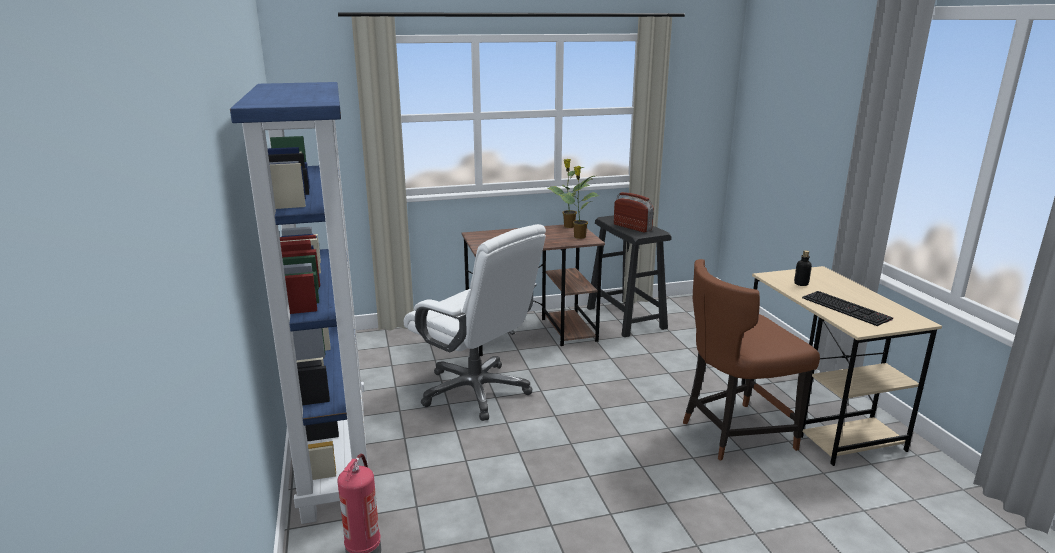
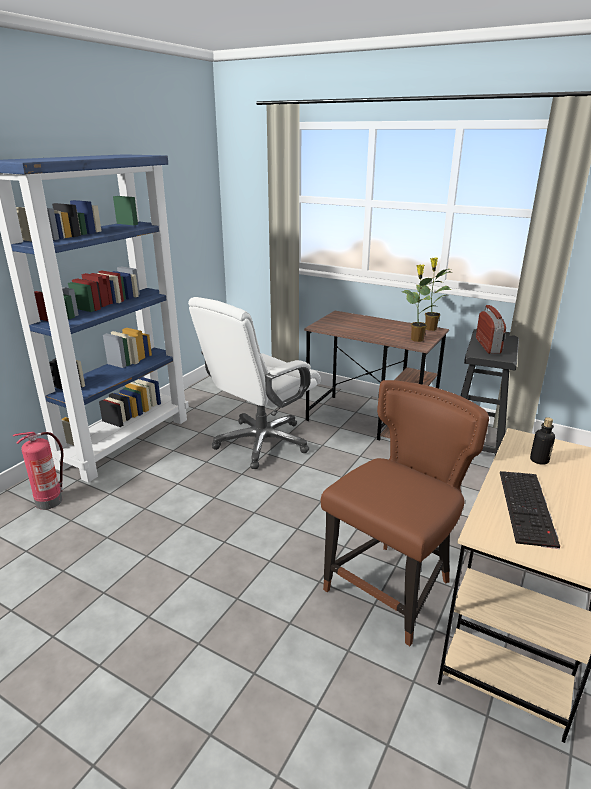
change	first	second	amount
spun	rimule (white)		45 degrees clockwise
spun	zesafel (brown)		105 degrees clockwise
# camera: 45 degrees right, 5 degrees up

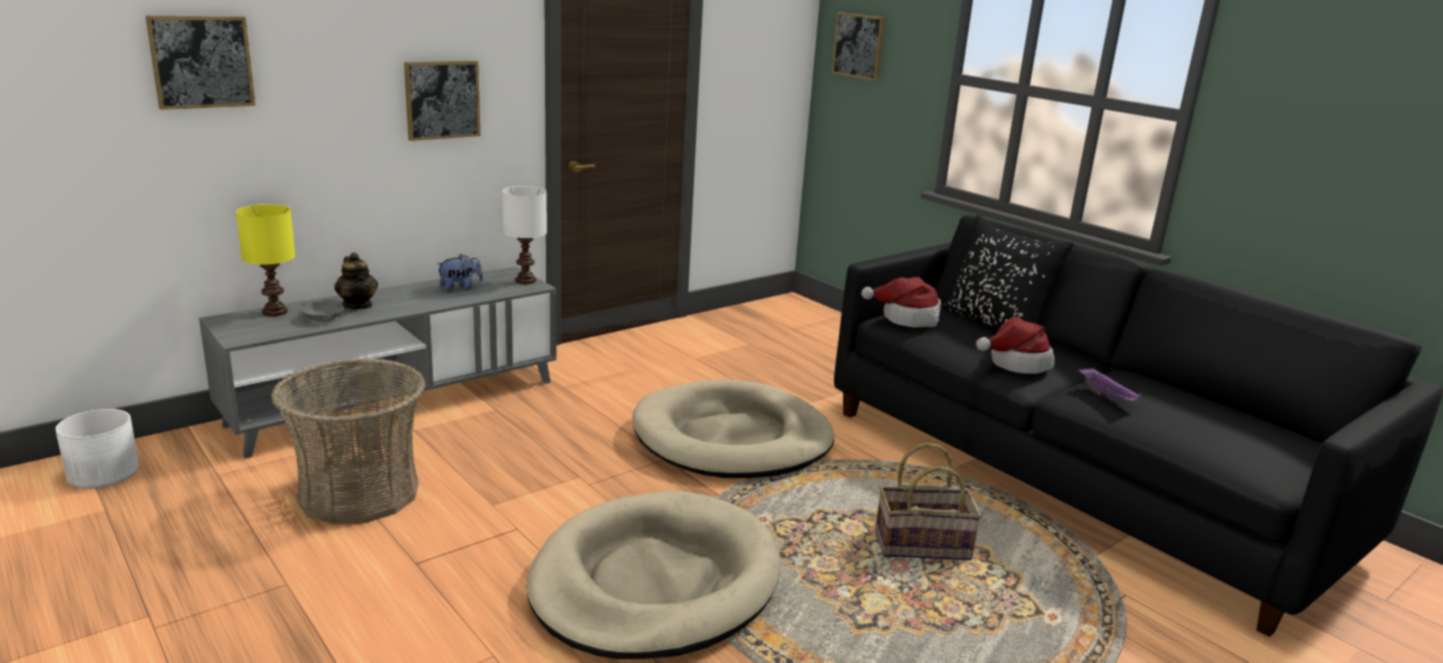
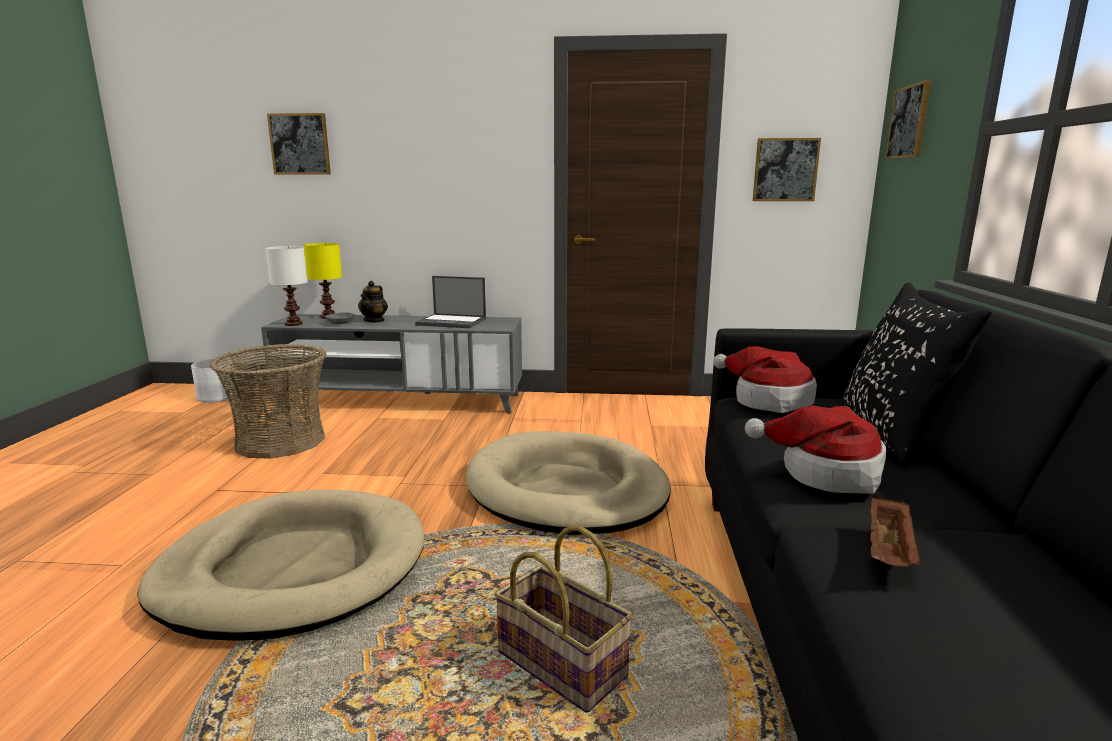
change	first	second	amount
relocated	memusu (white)		
exchanged	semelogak	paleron	
relocated	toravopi (no. 2 from left)		
colour	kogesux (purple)	kogesux (brown)	
# camera: 45 degrees right, 5 degrees down

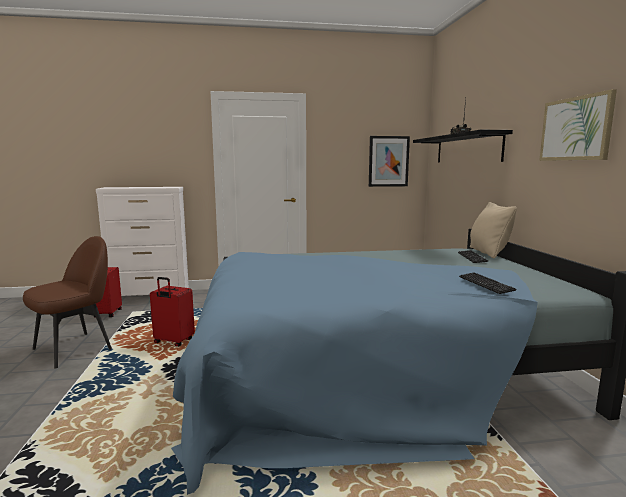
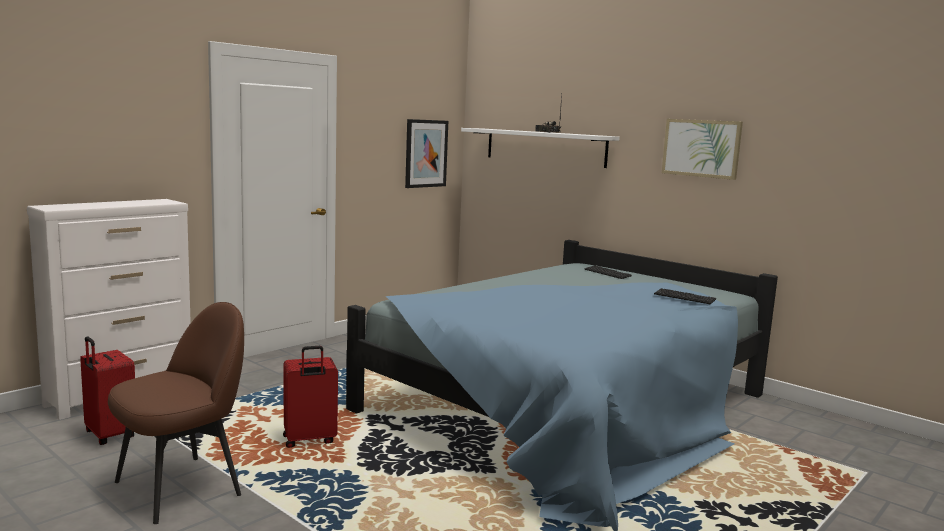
change	first	second	amount
spun	zesafel (brown)		45 degrees clockwise
colour	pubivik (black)	pubivik (white)	
missing	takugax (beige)		
# camera: 40 degrees left, 0 degrees up

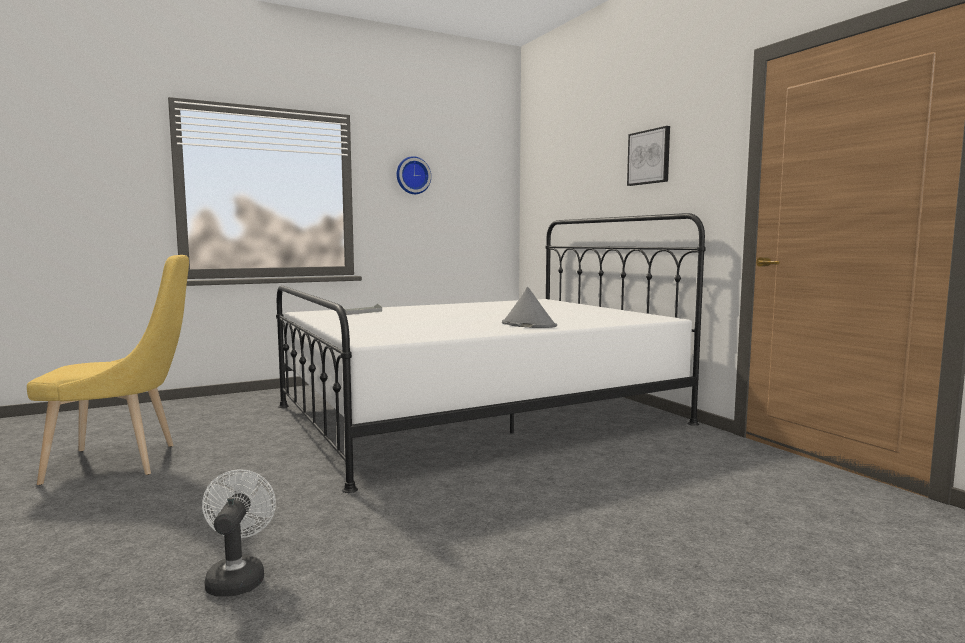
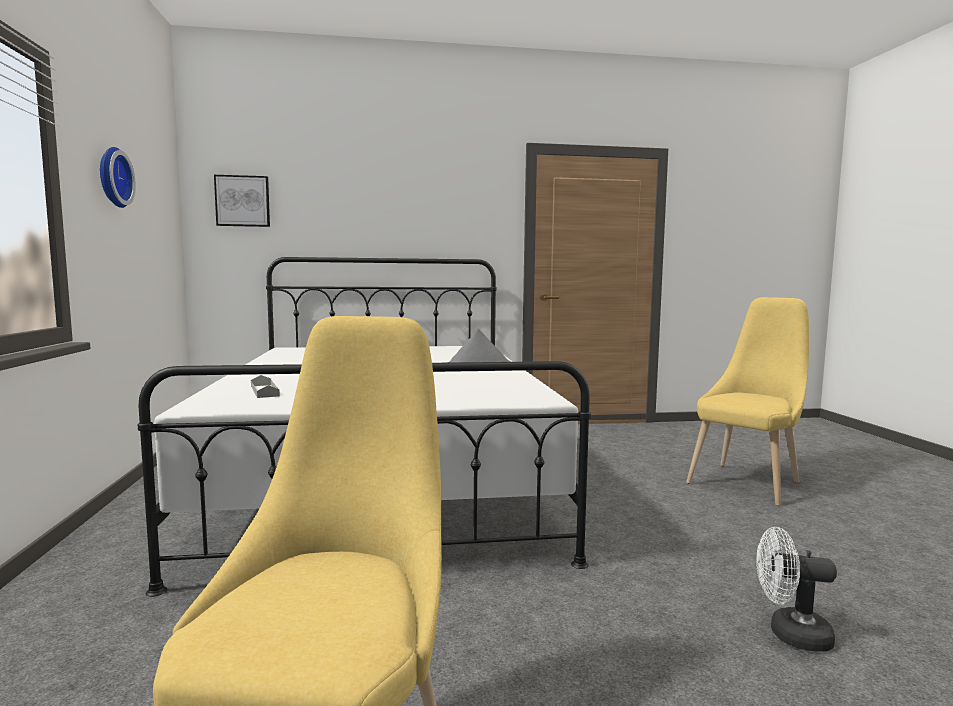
change	first	second	amount
relocated	toravopi		
appeared		zesafel (yellow) (no. 2 from left)	
# camera: 70 degrees left, 0 degrees up

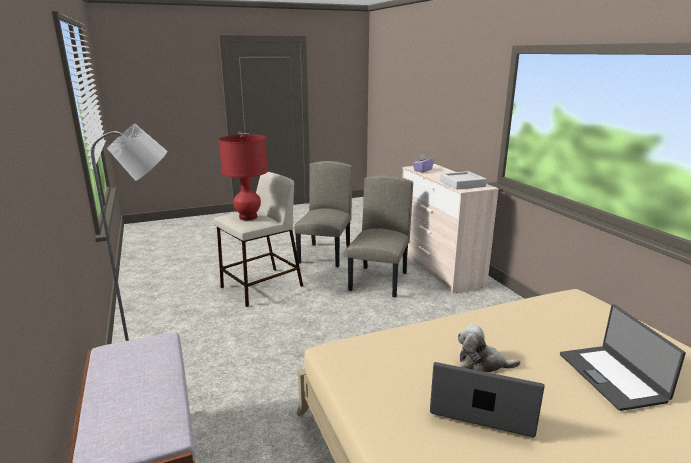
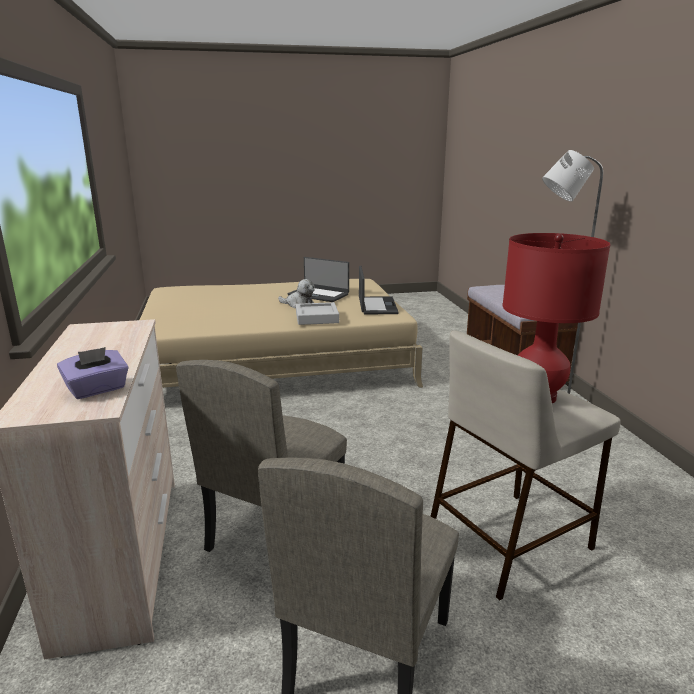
change	first	second	amount
relocated	kogesux (grey)		
relocated	paleron (no. 2 from left)		
# camera: 170 degrees left, 0 degrees up

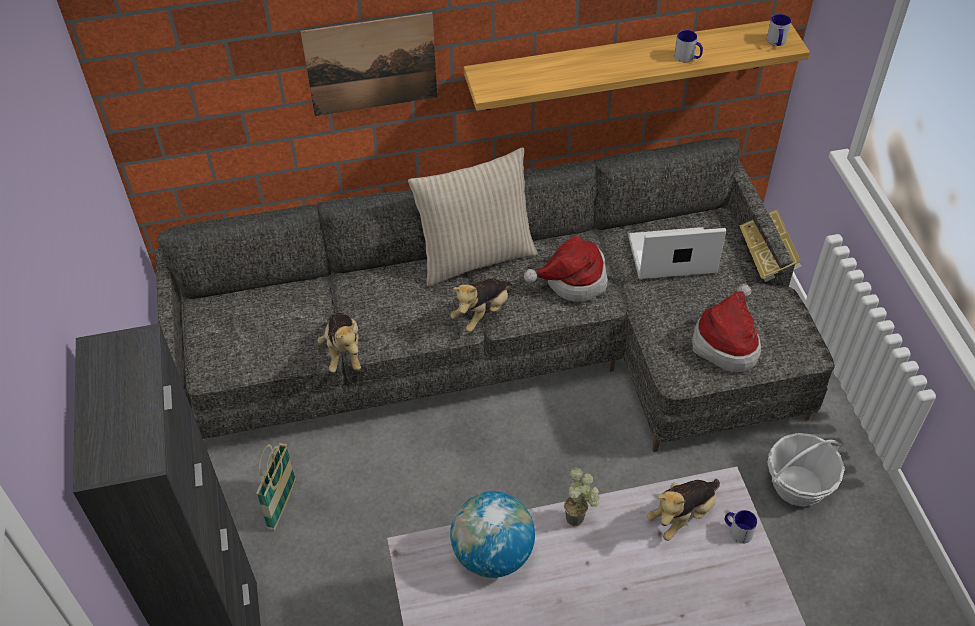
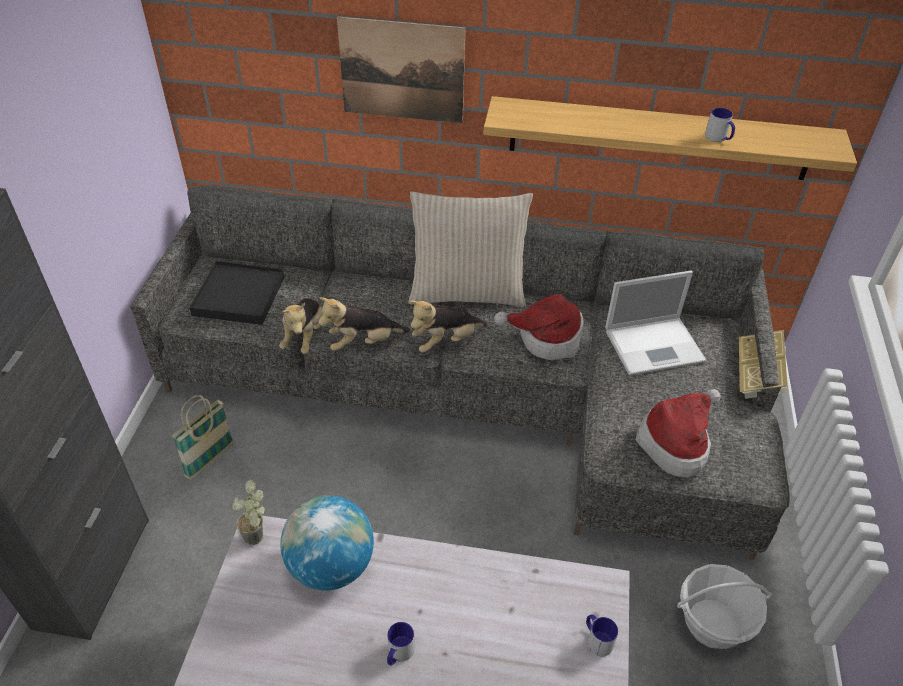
change	first	second	amount
appeared		kogesux (black)	
relocated	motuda		
relocated	semelogak (no. 3 from left in the first image)	semelogak (no. 2 from left)	
relocated	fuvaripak (no. 3 from left in the first image)	fuvaripak (no. 1 from left)	
spun	paleron		150 degrees clockwise
# camera: 20 degrees right, 5 degrees down

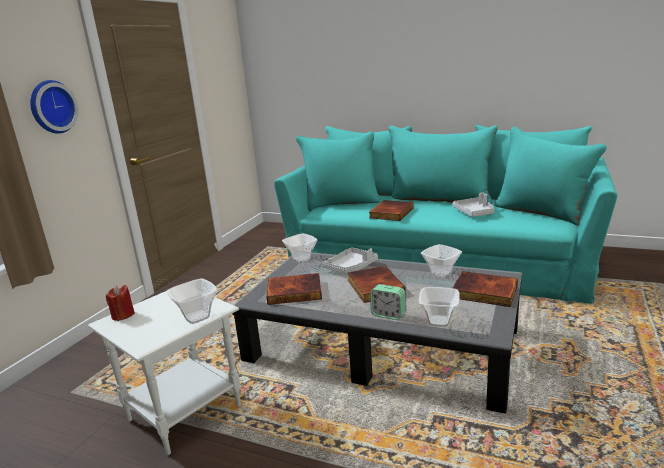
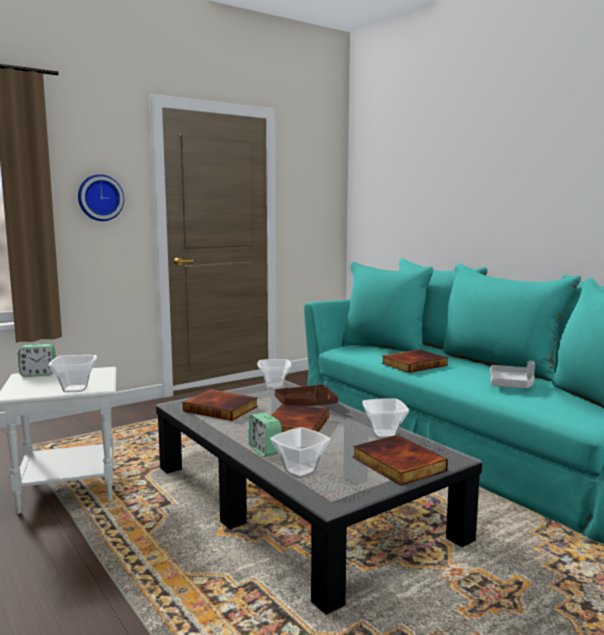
change	first	second	amount
exchanged	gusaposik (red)	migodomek (no. 1 from left)	
colour	kogesux (grey) (no. 1 from left)	kogesux (brown)	
# camera: 30 degrees right, 10 degrees down

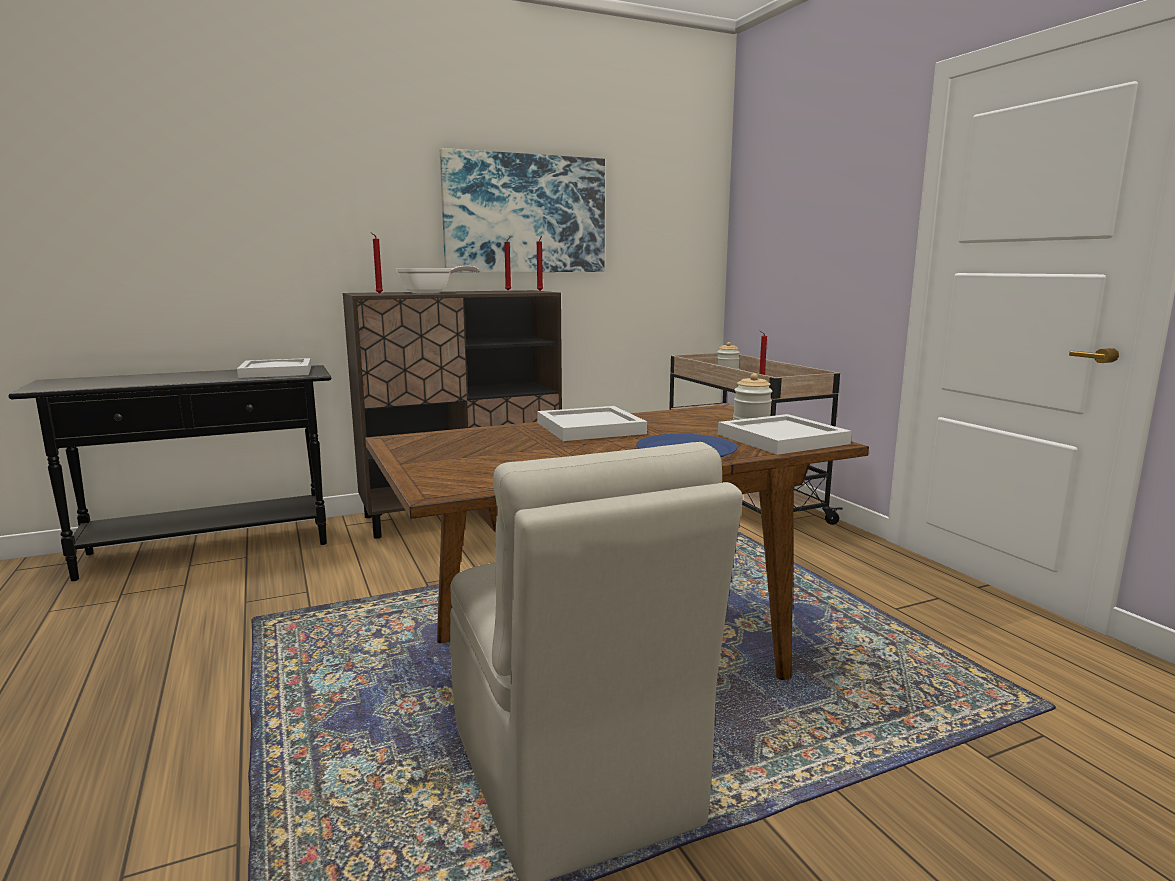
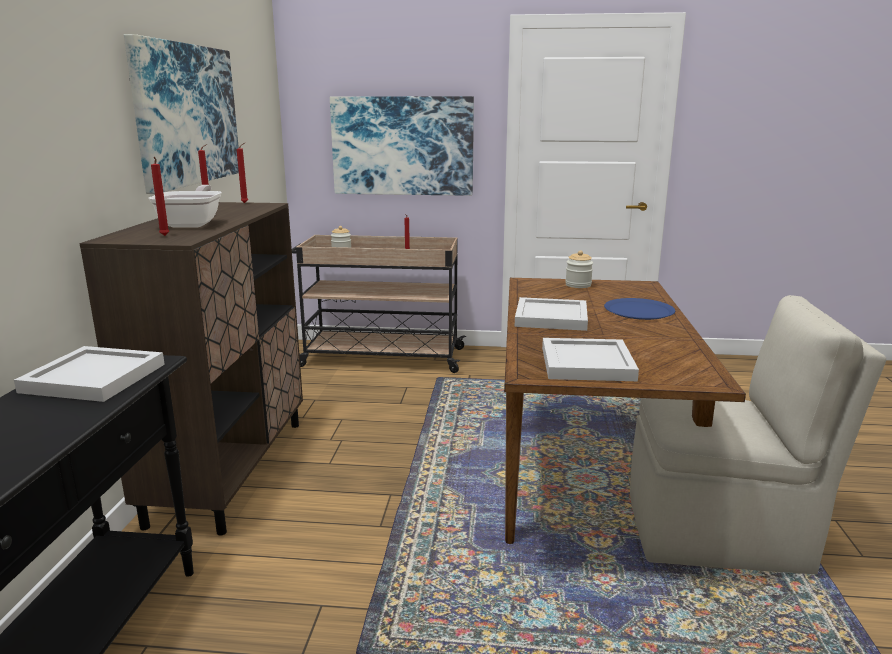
change	first	second	amount
appeared		toravopi (no. 2 from left)	
relocated	kogesux (white) (no. 3 from left)		
# camera: 60 degrees left, 5 degrees up

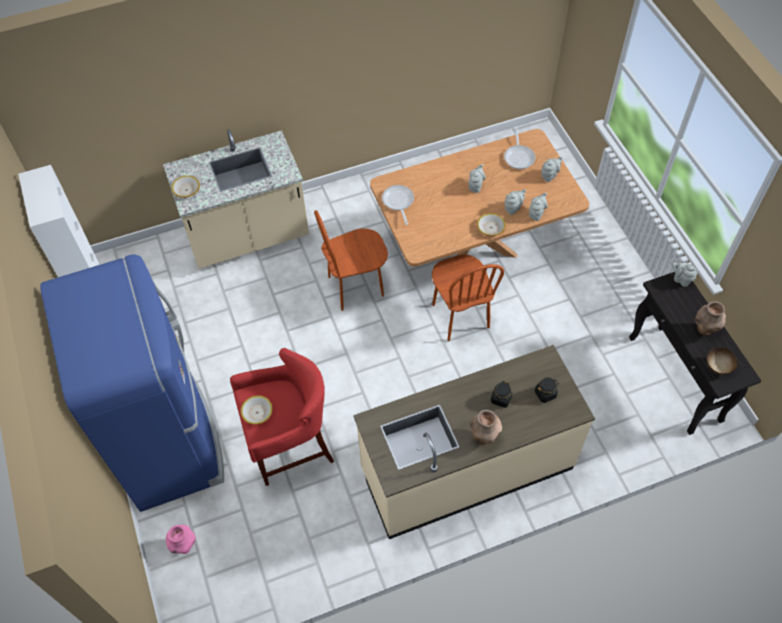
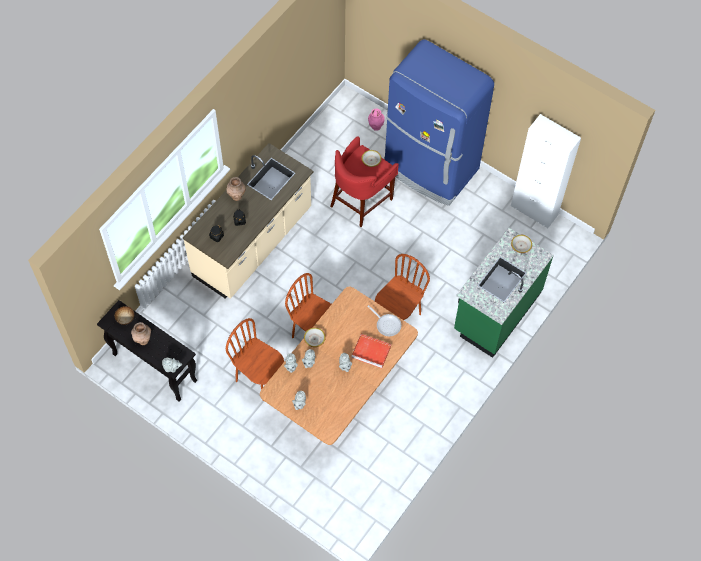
change	first	second	amount
appeared		zesafel (brown) (no. 1 from left)	
appeared		kogesux (red)	
colour	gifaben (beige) (no. 1 from left)	gifaben (green)	
missing	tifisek (no. 2 from left)		
# camera: 145 degrees right, 5 degrees up

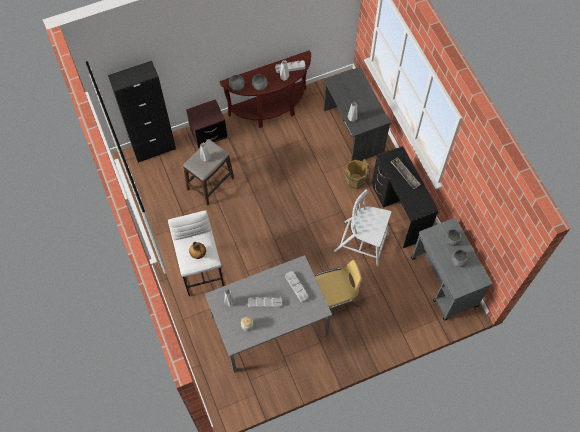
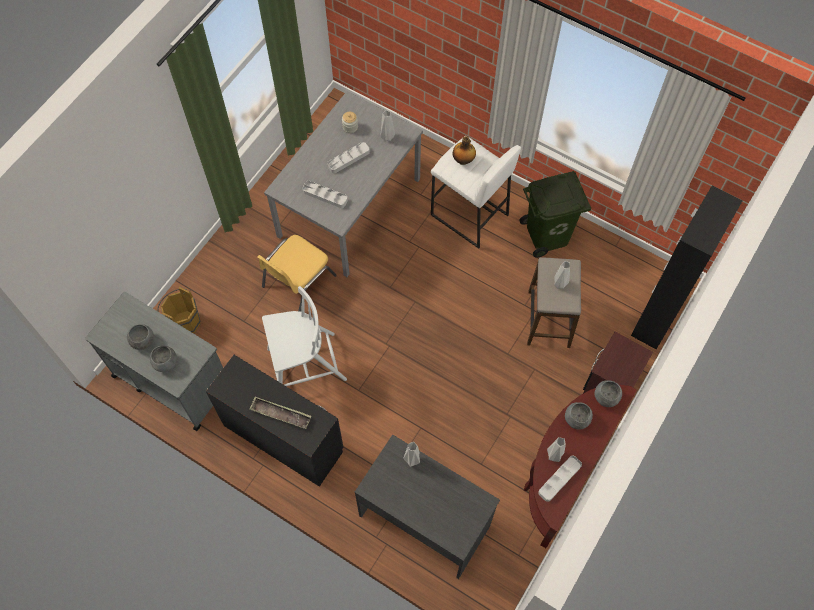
change	first	second	amount
relocated	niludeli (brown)		
appeared		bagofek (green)	
# camera: 145 degrees right, 0 degrees up

